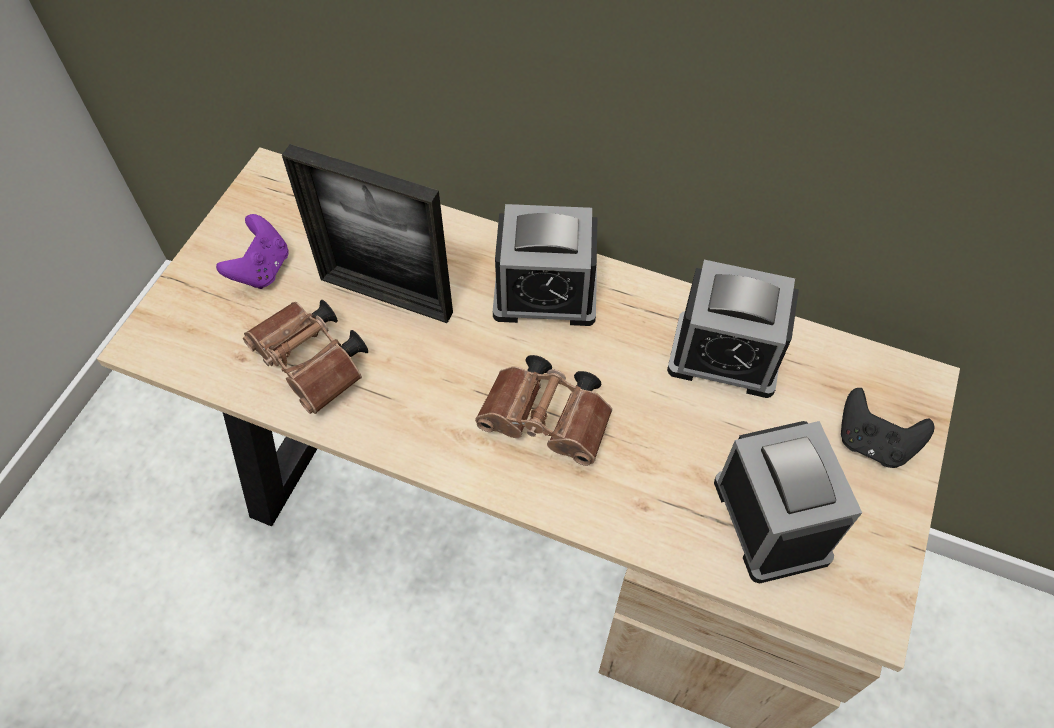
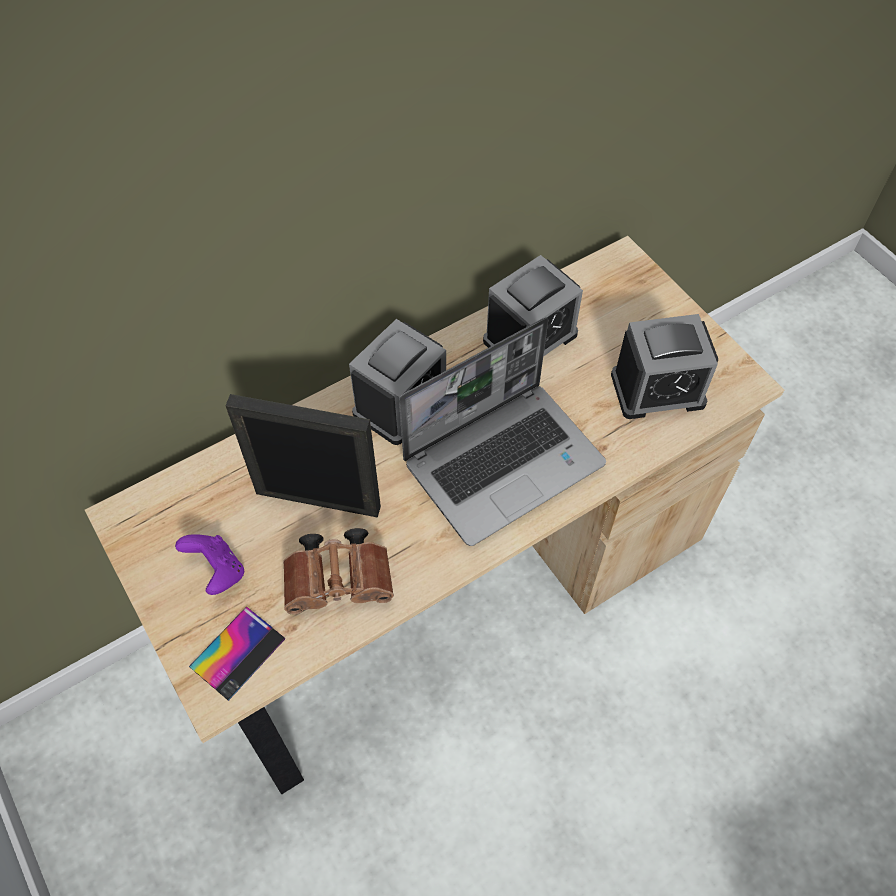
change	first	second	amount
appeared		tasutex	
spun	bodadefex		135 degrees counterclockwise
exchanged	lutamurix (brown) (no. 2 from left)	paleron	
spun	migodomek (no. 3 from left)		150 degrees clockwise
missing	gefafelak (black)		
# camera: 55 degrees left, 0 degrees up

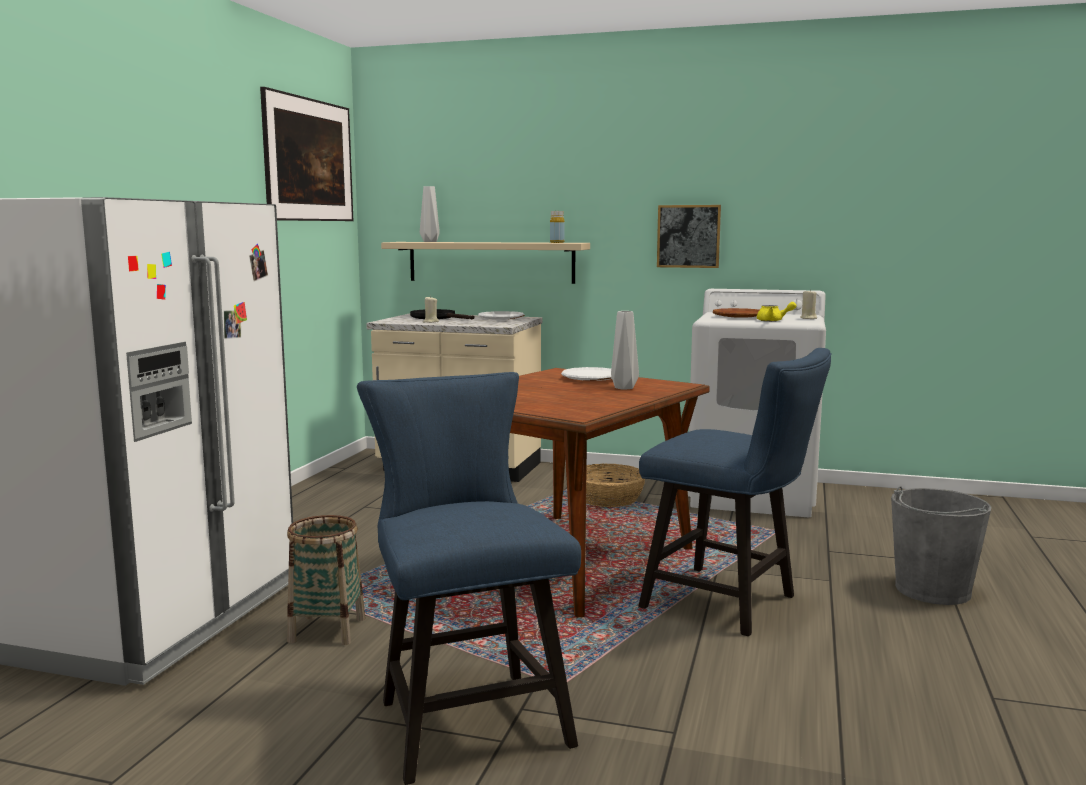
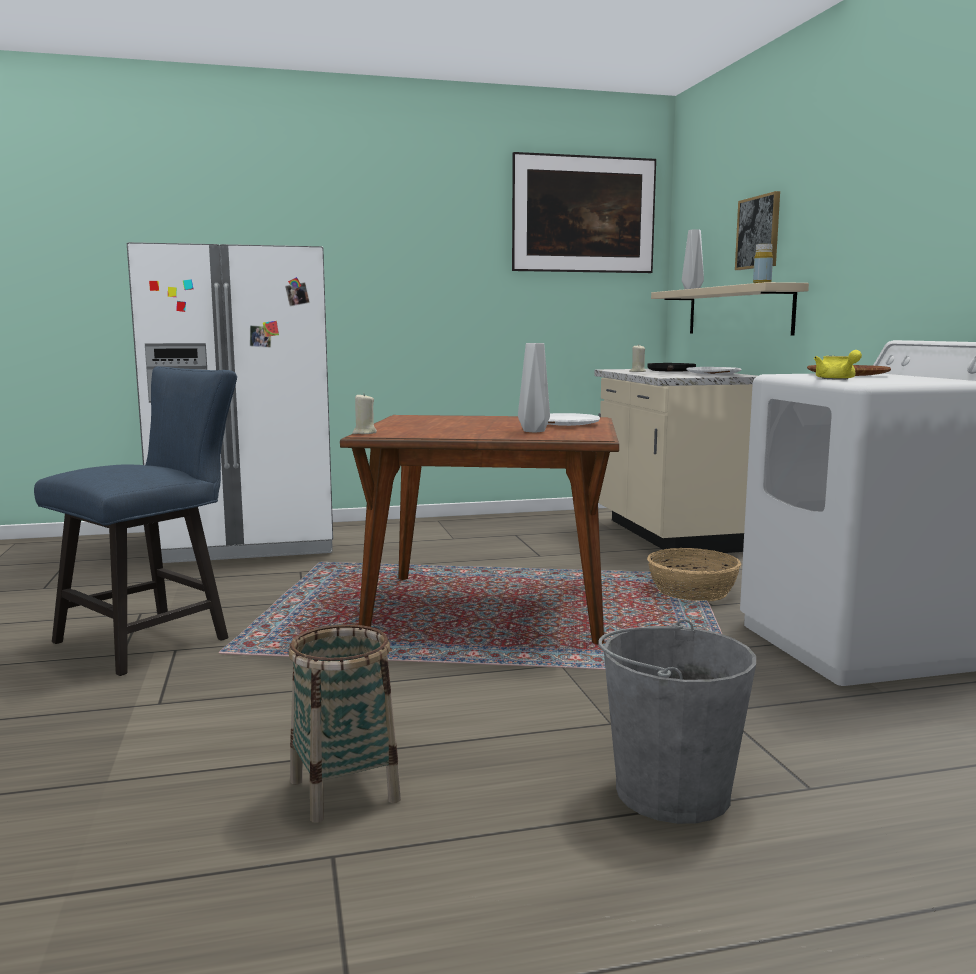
change	first	second	amount
relocated	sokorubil (no. 1 from left)		
relocated	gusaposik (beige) (no. 2 from left in the first image)	gusaposik (beige) (no. 1 from left)	
relocated	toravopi (no. 2 from left)		
missing	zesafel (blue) (no. 2 from left)		
# camera: 60 degrees right, 0 degrees up

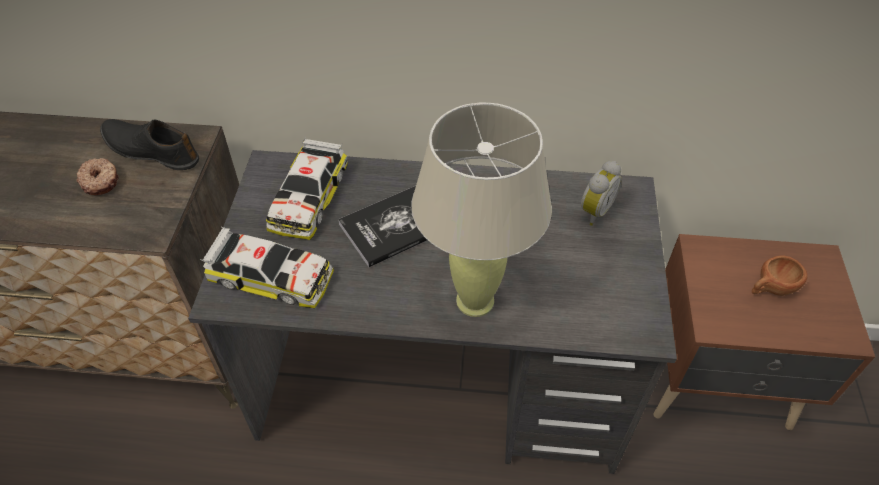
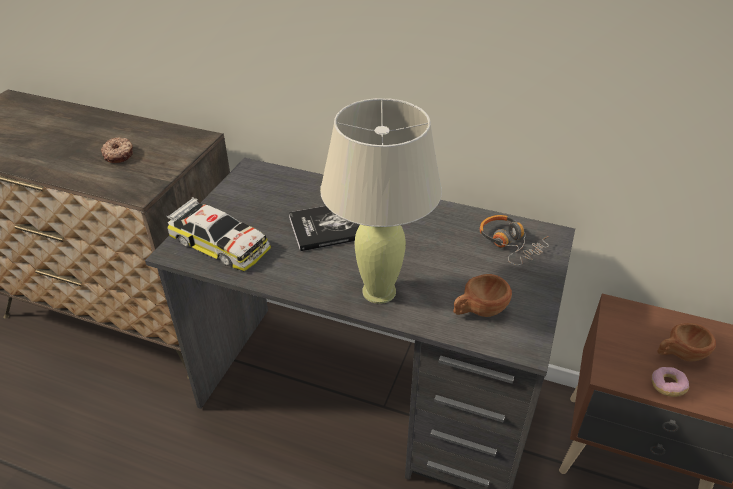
change	first	second	amount
appeared		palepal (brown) (no. 1 from left)	
exchanged	migodomek	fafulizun	
appeared		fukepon (no. 2 from left)	
missing	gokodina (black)		
missing	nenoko (no. 2 from left)		
# camera: 15 degrees right, 10 degrees down

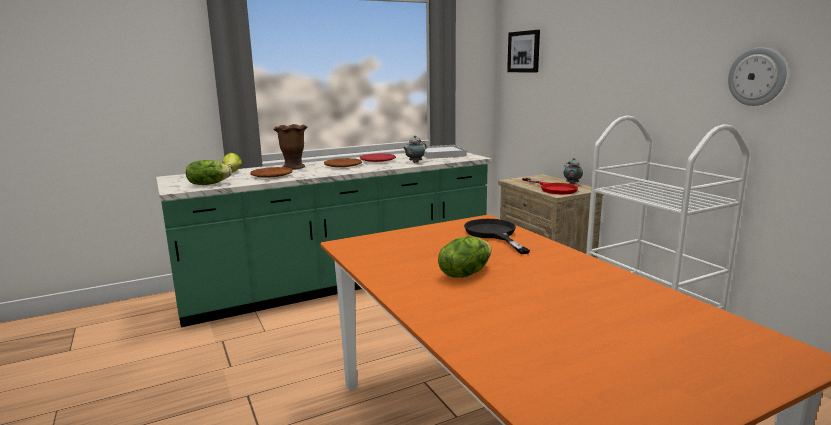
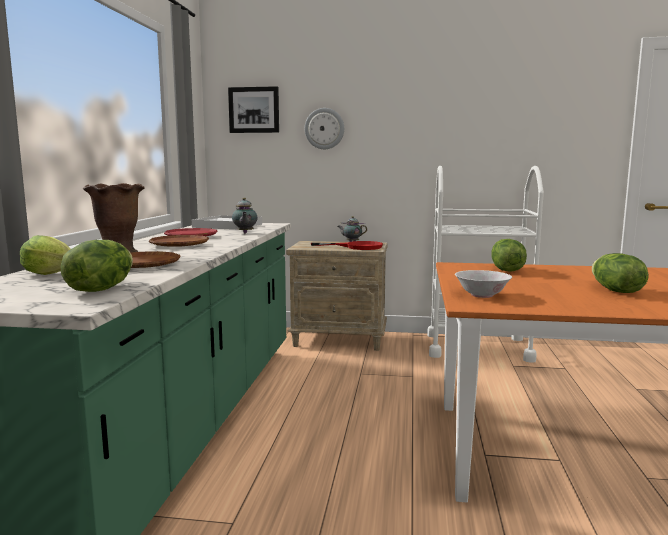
change	first	second	amount
relocated	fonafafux		
appeared		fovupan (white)	
exchanged	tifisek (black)	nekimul (no. 3 from left)	
# camera: 55 degrees left, 5 degrees down

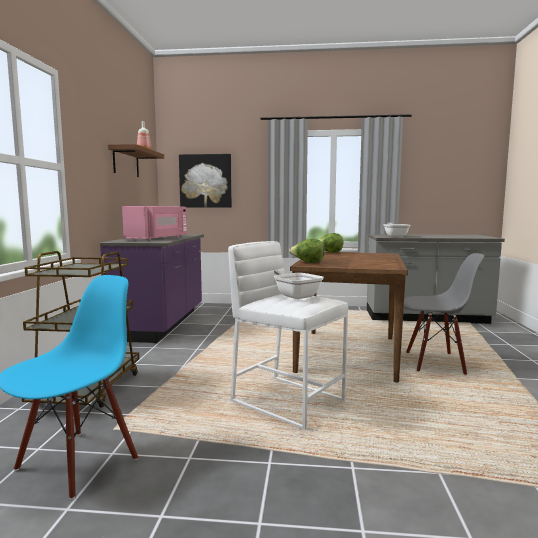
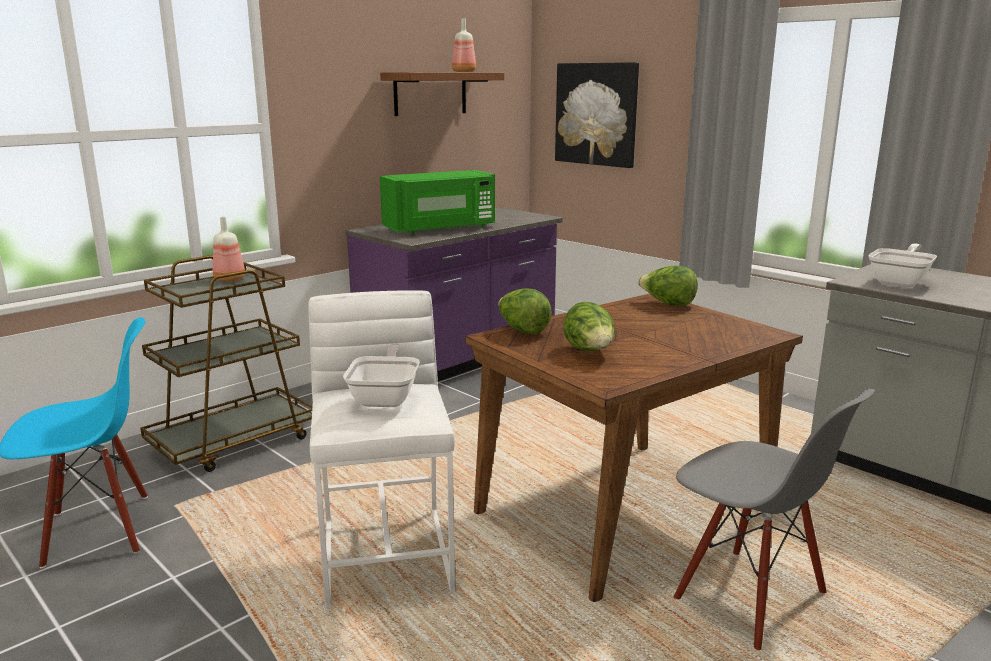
change	first	second	amount
appeared		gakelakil (no. 1 from left)	
colour	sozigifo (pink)	sozigifo (green)	
appeared		nekimul (no. 2 from left)	
# camera: 40 degrees right, 10 degrees up

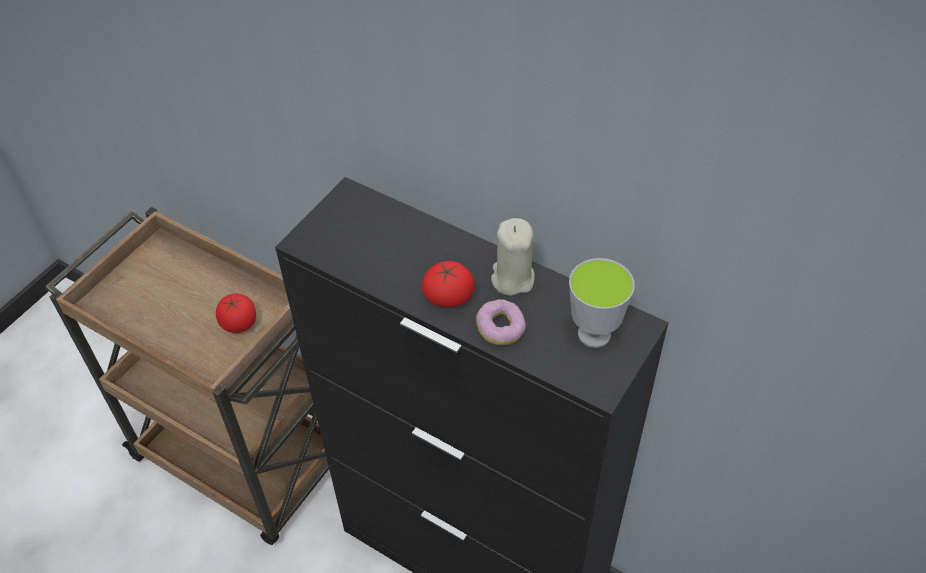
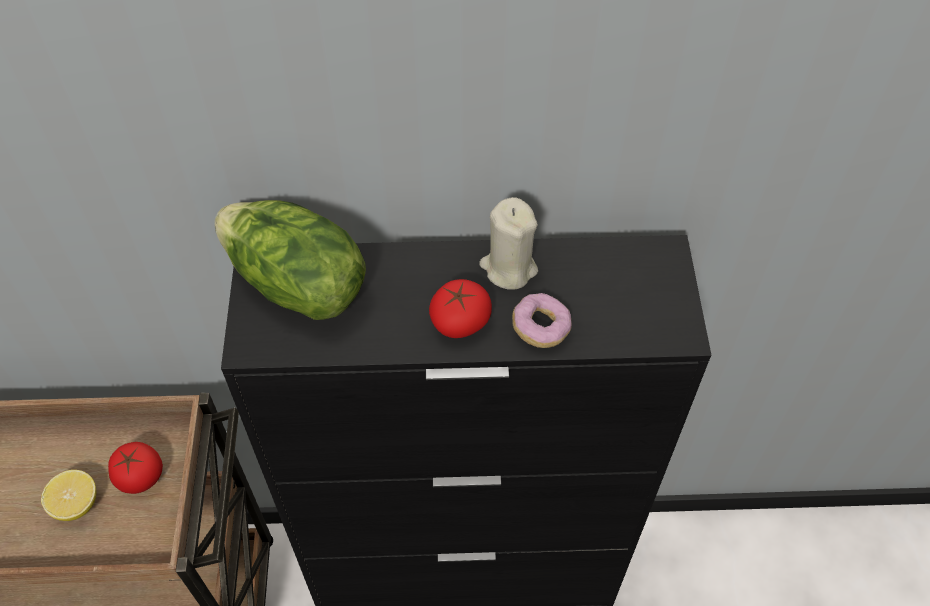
change	first	second	amount
appeared		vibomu	
appeared		nekimul	
missing	palepal		
# camera: 35 degrees left, 5 degrees up

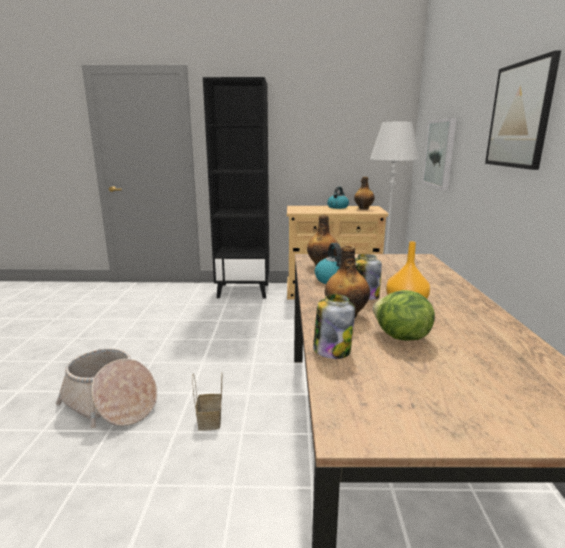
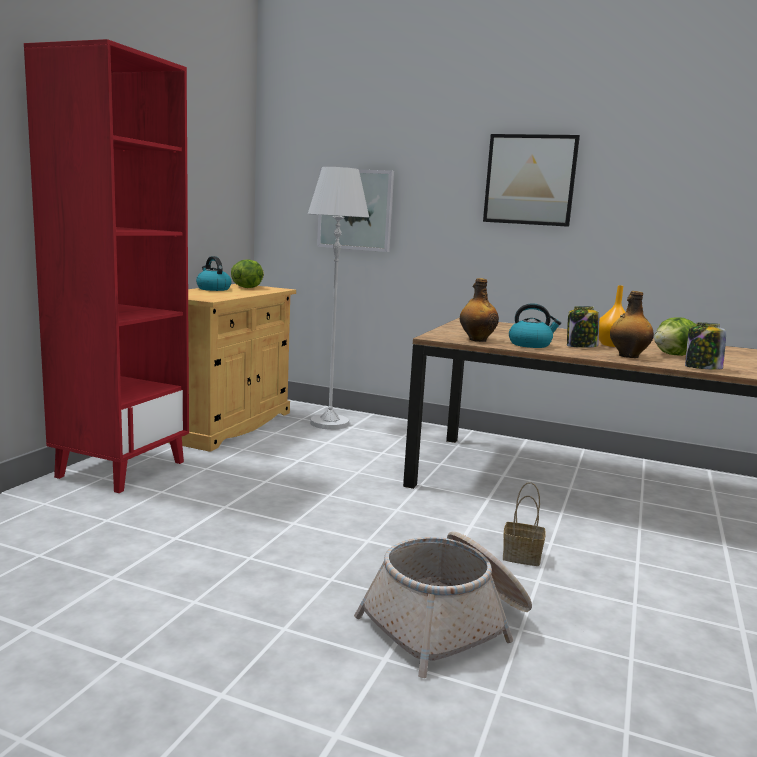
change	first	second	amount
colour	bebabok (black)	bebabok (red)	
exchanged	gakelakil (no. 3 from left)	nekimul (no. 1 from left)	
# camera: 70 degrees left, 5 degrees down

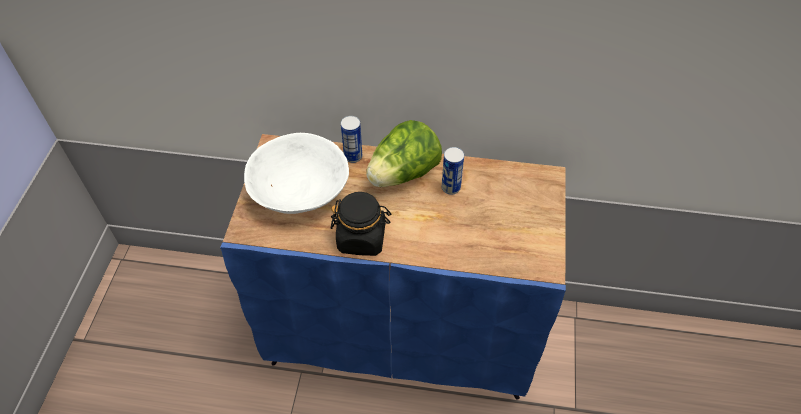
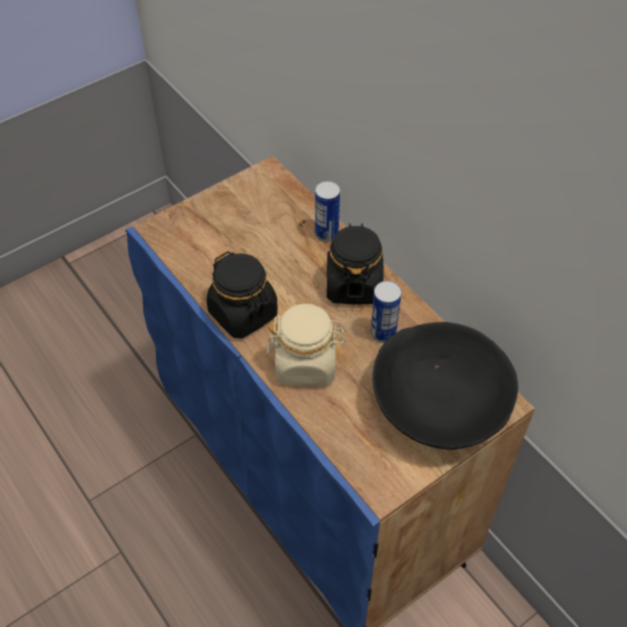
change	first	second	amount
appeared		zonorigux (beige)	
exchanged	nekimul	zonorigux (black) (no. 2 from left)	
appeared		fovupan (black)	
missing	fovupan (white)		
# camera: 45 degrees right, 0 degrees up

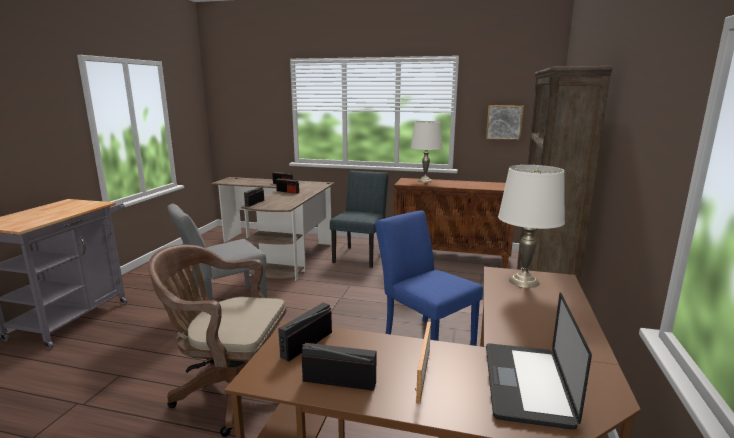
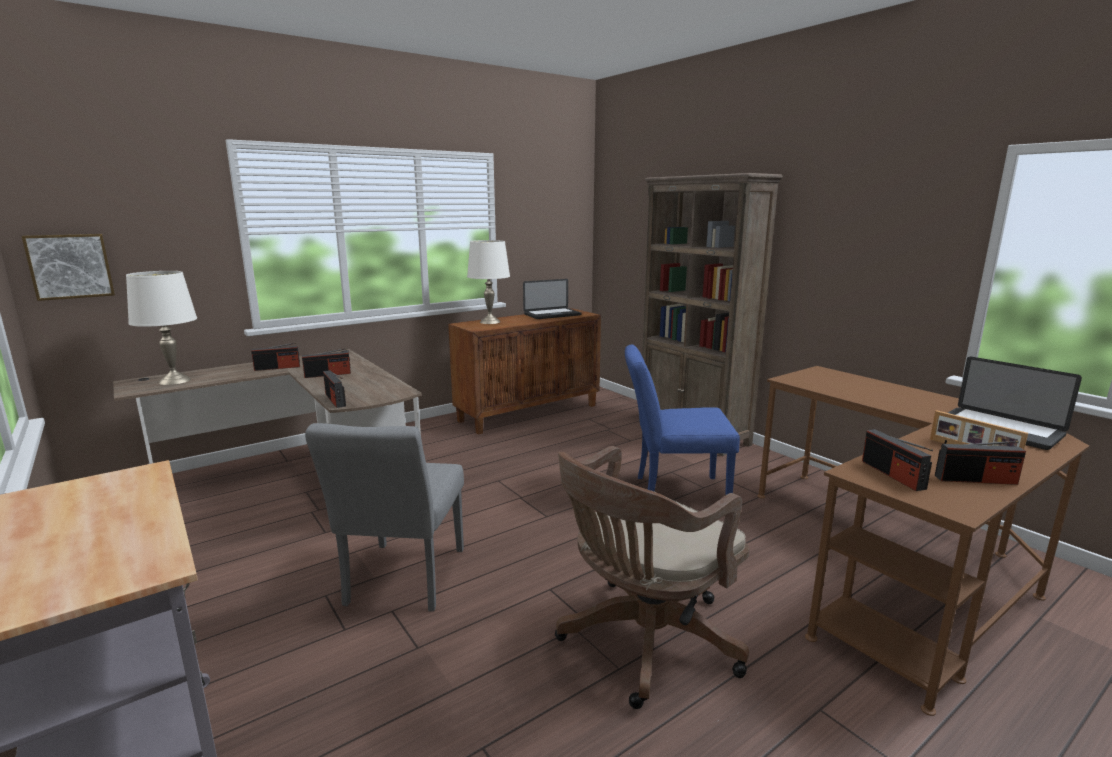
change	first	second	amount
relocated	toravopi		
relocated	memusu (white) (no. 2 from left in the first image)	memusu (white) (no. 1 from left)	
appeared		paleron (no. 1 from left)	
spun	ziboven (no. 5 from left)		135 degrees counterclockwise
missing	zesafel (grey) (no. 2 from left)		
# camera: 50 degrees left, 0 degrees up

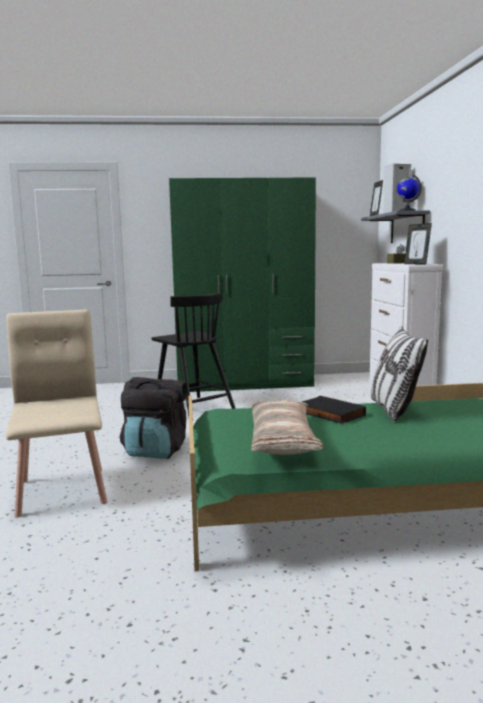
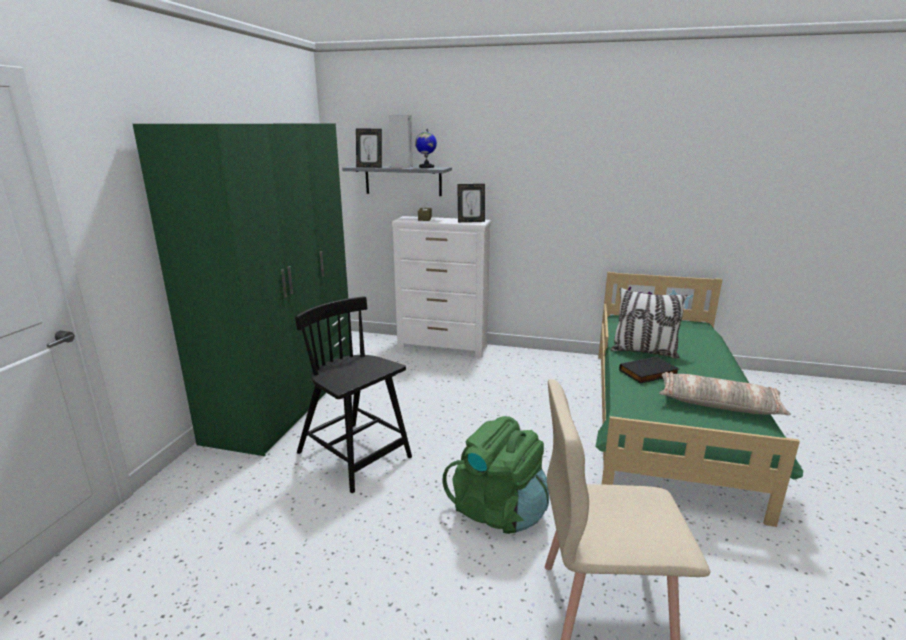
change	first	second	amount
spun	zesafel (black)		120 degrees counterclockwise
colour	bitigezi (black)	bitigezi (green)	
# camera: 70 degrees left, 10 degrees up

